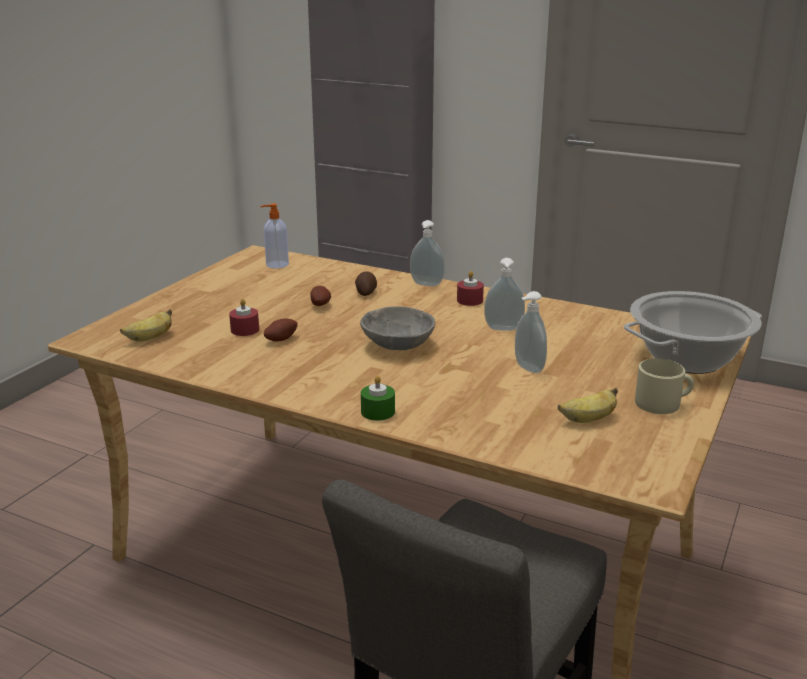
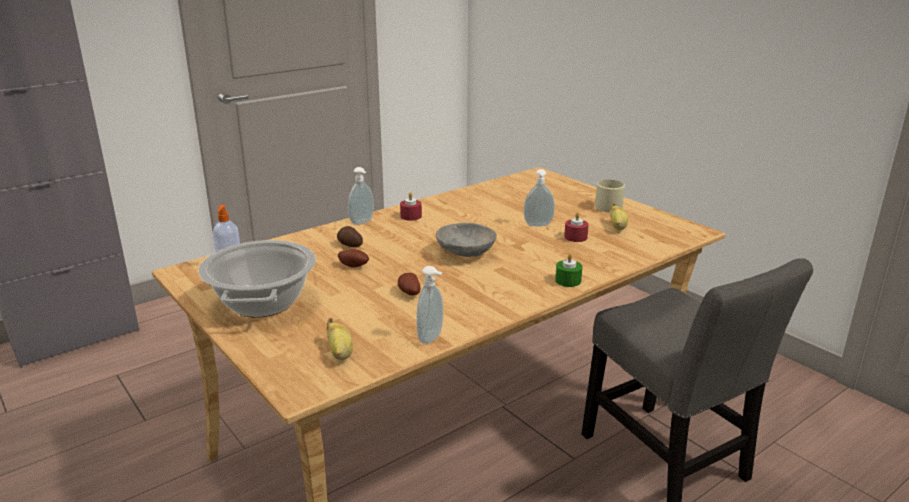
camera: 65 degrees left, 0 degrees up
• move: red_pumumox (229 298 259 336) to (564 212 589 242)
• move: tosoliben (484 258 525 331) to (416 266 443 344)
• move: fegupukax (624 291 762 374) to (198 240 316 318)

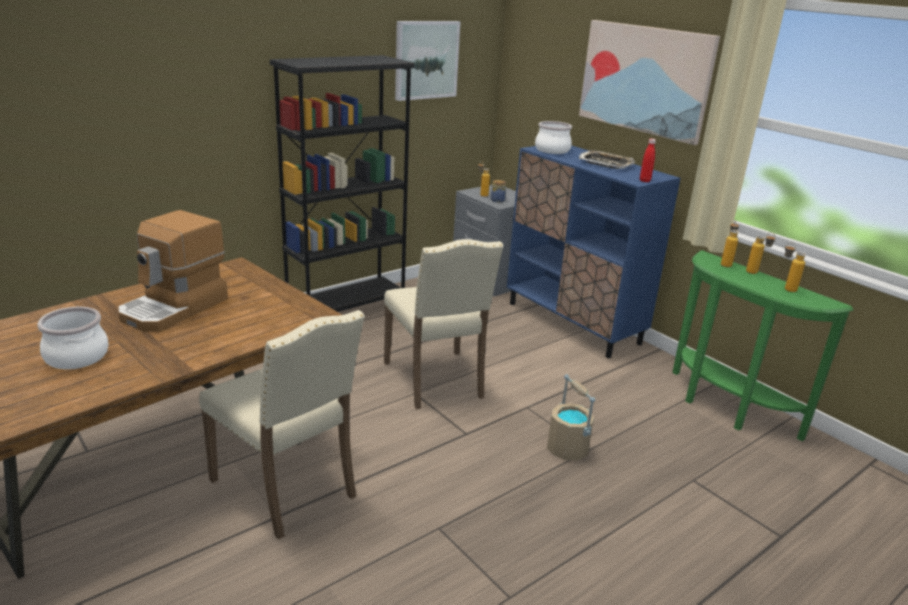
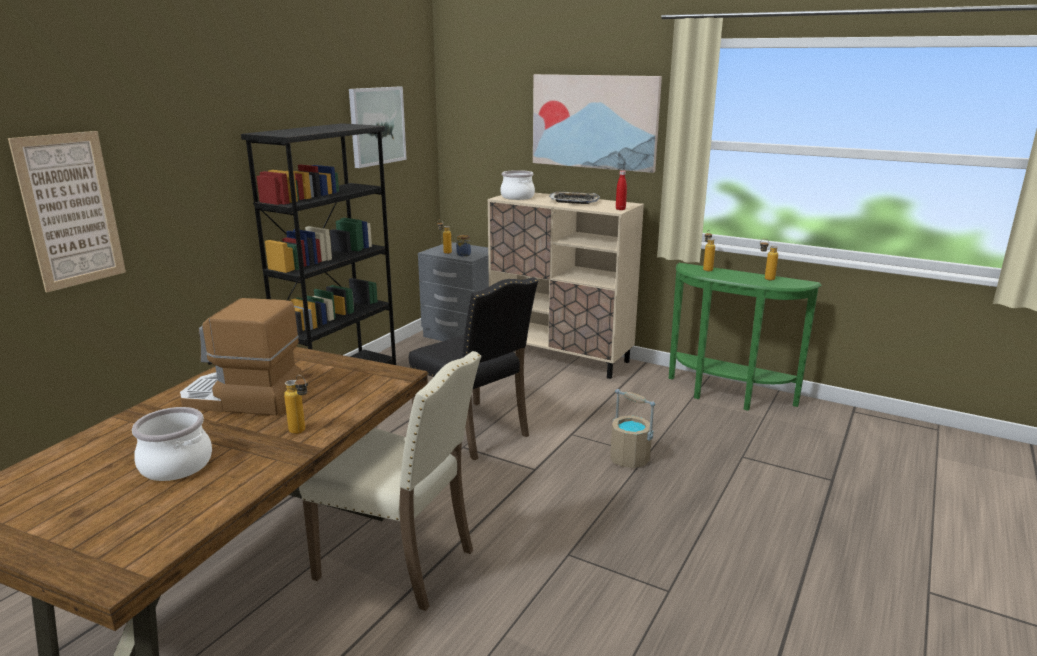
camera: 20 degrees left, 5 degrees down
• rotate: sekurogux (118 210 228 332) = (179 298 303 415) 90 degrees clockwise
• recolor: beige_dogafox (384 239 503 409) to black_dogafox (409 277 538 460)
• recolor: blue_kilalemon (507 145 681 358) to beige_kilalemon (488 193 644 379)
• move: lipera (746 233 776 274) to (284 375 308 434)
• insert: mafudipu (8 131 126 292)

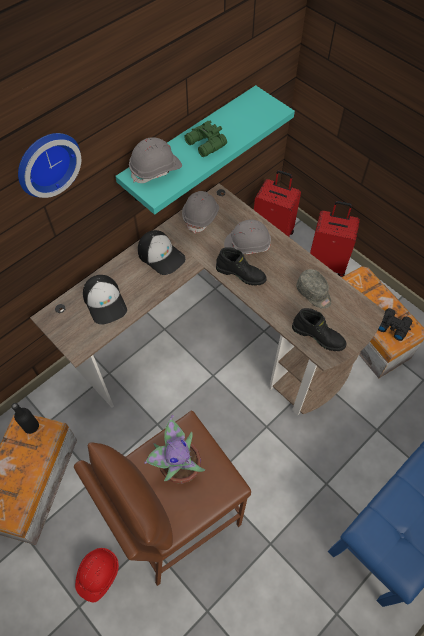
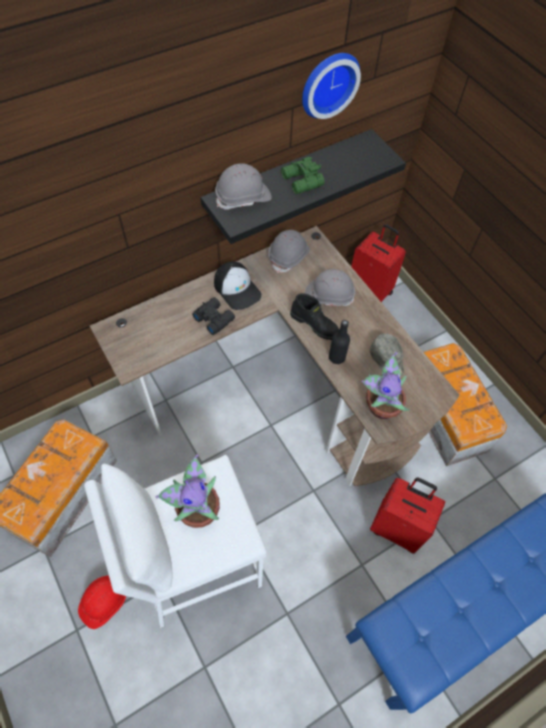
camera: 10 degrees right, 0 degrees up
• move: black_lipera (11 403 39 434) to (329 320 350 364)
• move: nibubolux (18 133 81 198) to (302 53 361 119)
• recolor: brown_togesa (74 410 251 586) to white_togesa (84 455 266 628)
• delete: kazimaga (83 275 127 325)
• recolor: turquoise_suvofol (115 85 295 215) to black_suvofol (200 129 406 244)
• replace: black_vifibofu (292 308 347 351) to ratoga (361 352 409 419)
• move: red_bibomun (310 201 360 277) to (370 478 445 554)
• move: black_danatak (378 308 412 341) to (192 297 235 335)

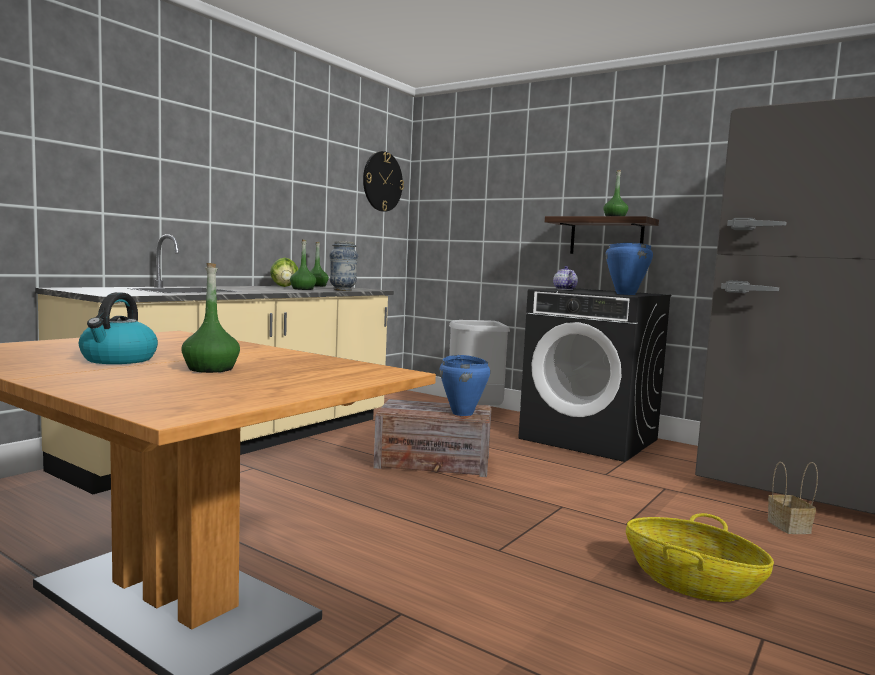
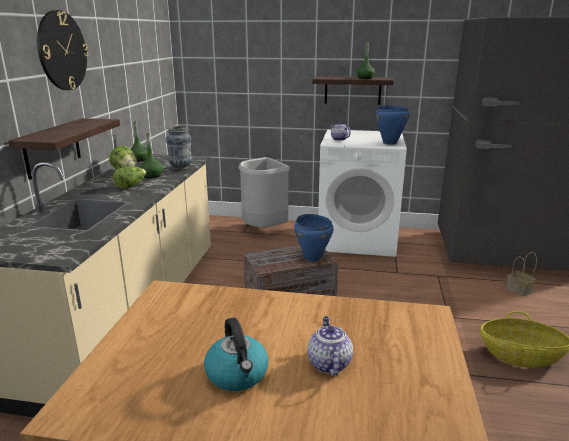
camera: 25 degrees left, 15 degrees up
• replace: green_lipera (181 263 240 373) to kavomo (307 316 353 377)
• move: nibubolux (363 151 404 212) to (37 10 89 90)
• recolor: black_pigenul (518 288 671 462) to white_pigenul (318 129 407 257)
• insert: suvofol (8 118 120 180)
• insert: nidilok (113 167 146 189)

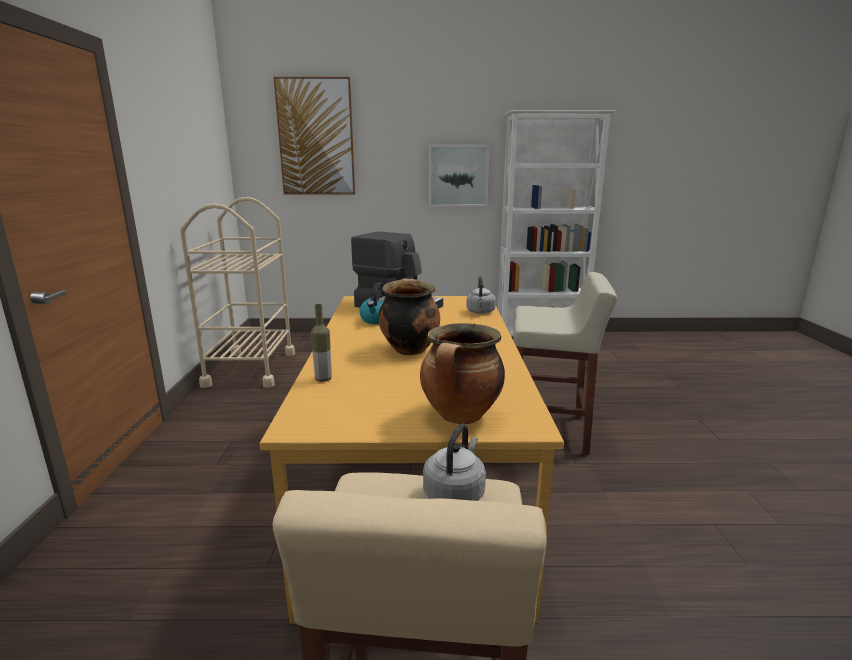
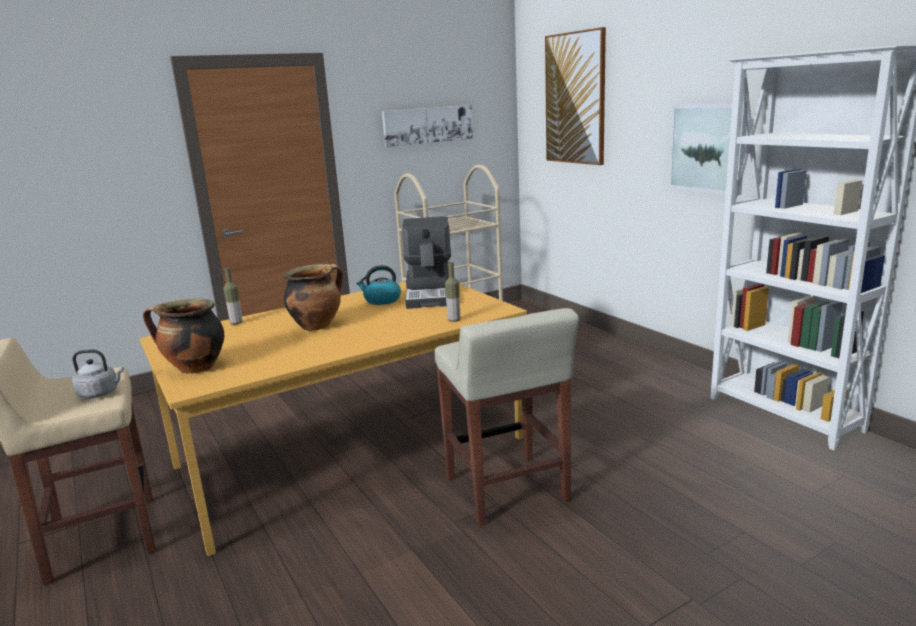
camera: 60 degrees right, 0 degrees up
• replace: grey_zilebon (466 276 496 314) to lipera (445 262 460 322)
• insert: mafudipu (382 105 473 147)

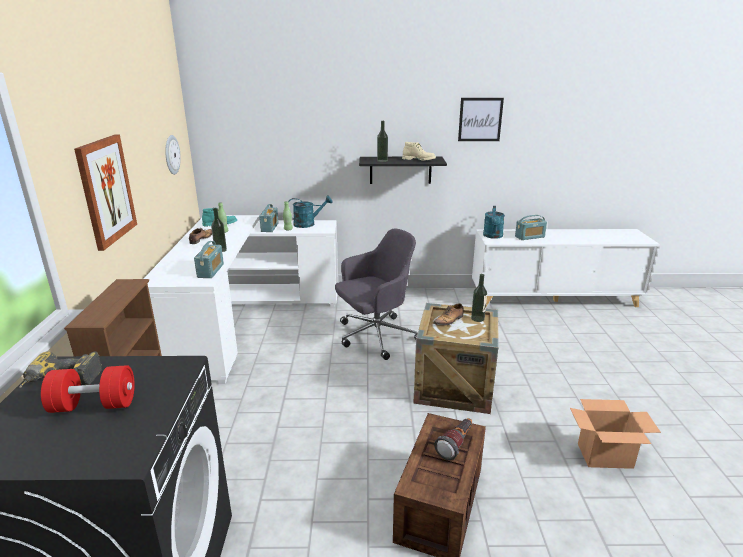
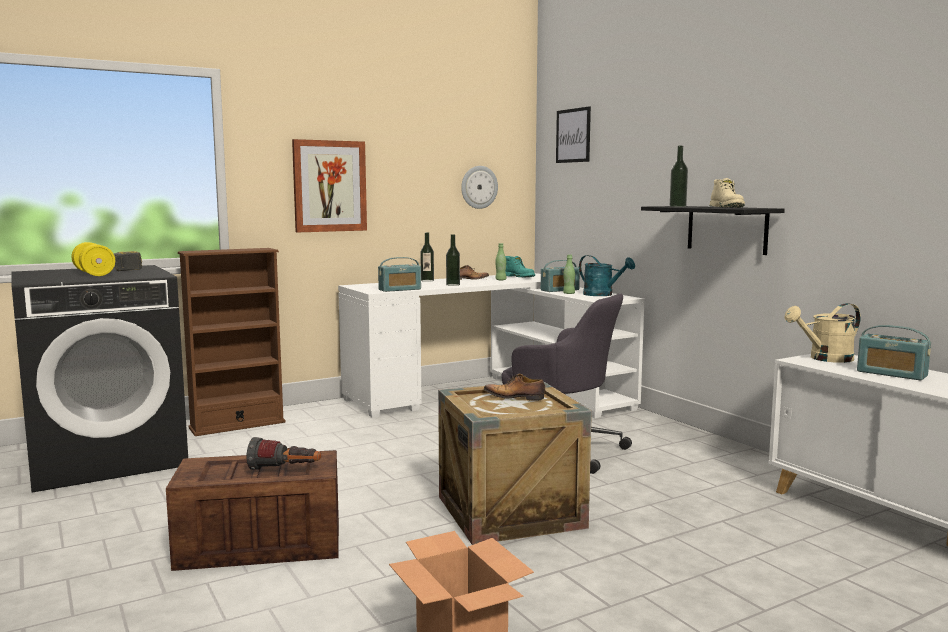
camera: 60 degrees right, 15 degrees down
• recolor: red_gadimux (41 365 135 413) to yellow_gadimux (71 242 115 276)
• move: mafudipu (458 98 504 141) to (556 106 591 163)
• move: lipera (471 274 487 322) to (420 232 434 282)
• recolor: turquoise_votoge (483 206 505 239) to beige_votoge (785 303 861 363)

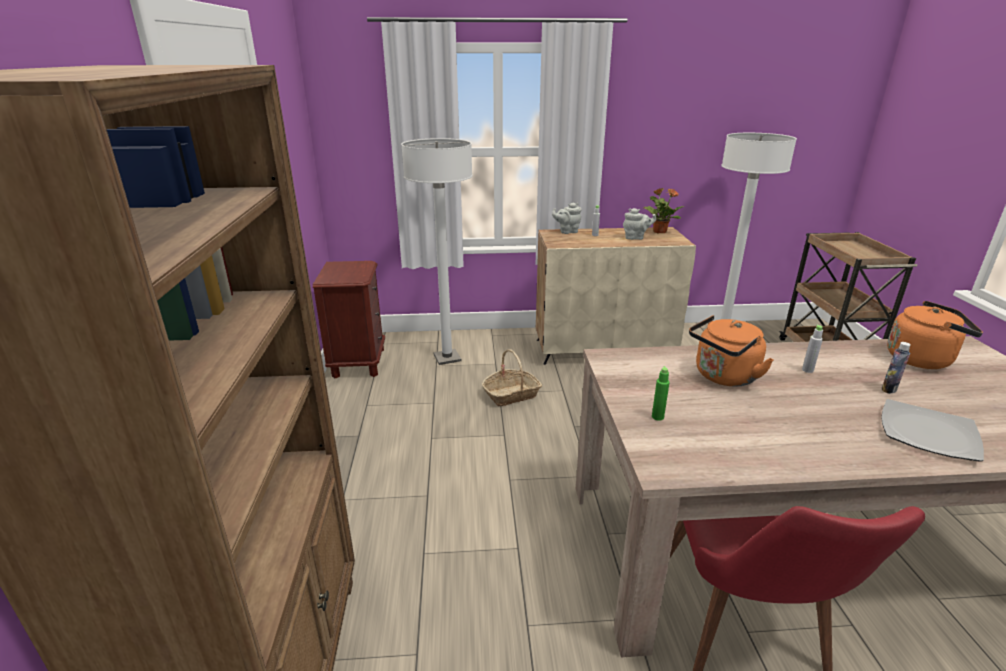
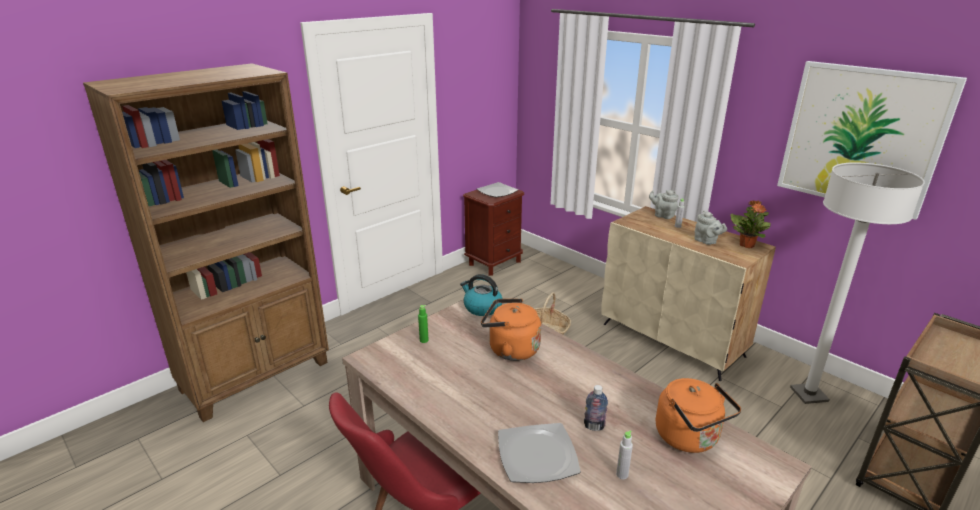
camera: 50 degrees right, 0 degrees up
• delete: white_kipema (401 138 473 365)
• move: grey_lipera (802 324 823 373) to (616 431 633 479)
• insert: zilebon (460 274 503 316)
• insert: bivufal (477 182 518 198)
• insert: mafudipu (777 61 967 220)

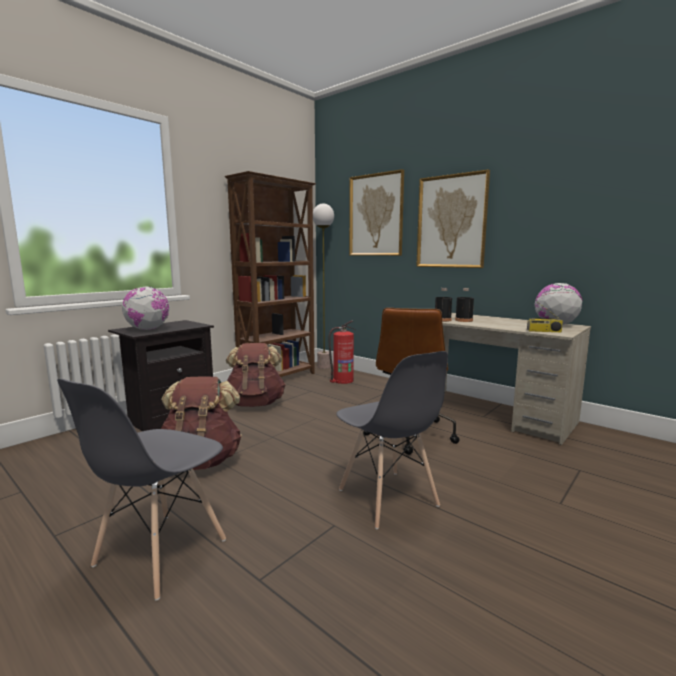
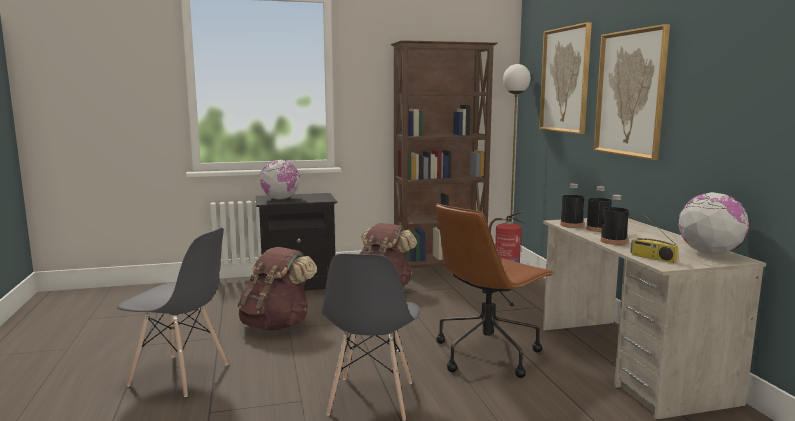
camera: 35 degrees right, 0 degrees up
• rotate: grey_dogafox (57 379 226 601) = (117 228 228 397) 135 degrees counterclockwise
• insert: black_lipera (601 195 629 245)

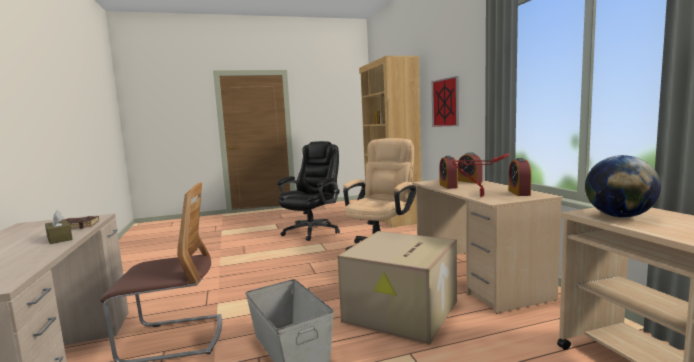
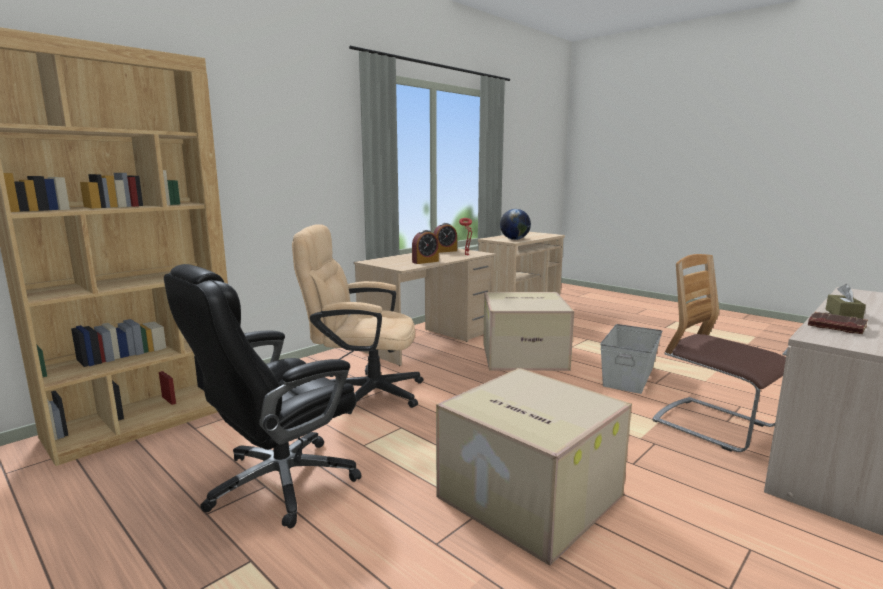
camera: 120 degrees left, 5 degrees up
• rotate: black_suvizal (277 141 340 241) = (164 264 362 529) 45 degrees counterclockwise
• delete: mafudipu (432 76 459 126)
• delete: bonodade (458 152 483 183)
• insert: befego (436 368 632 566)

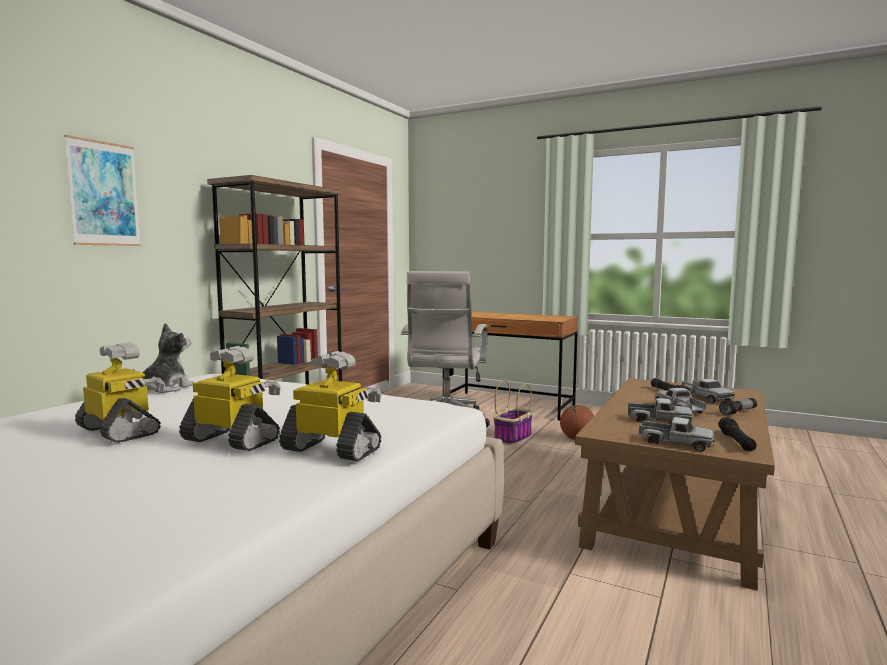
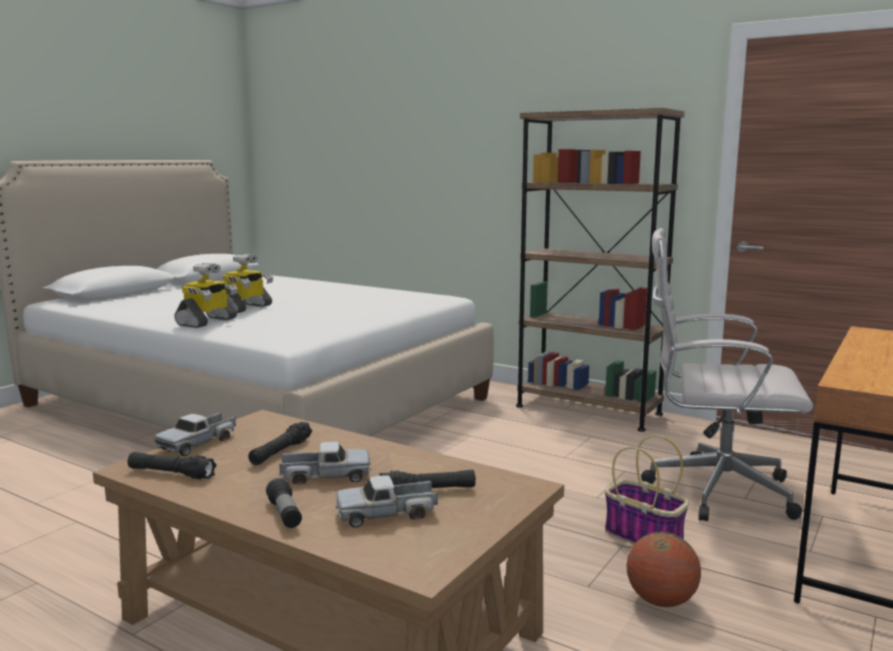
camera: 95 degrees right, 5 degrees up
• delete: mafudipu (64 135 141 246)
• delete: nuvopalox (75 342 165 443)
• delete: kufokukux (133 323 194 393)
• replace: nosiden (627 398 693 423) to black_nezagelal (248 422 312 465)

